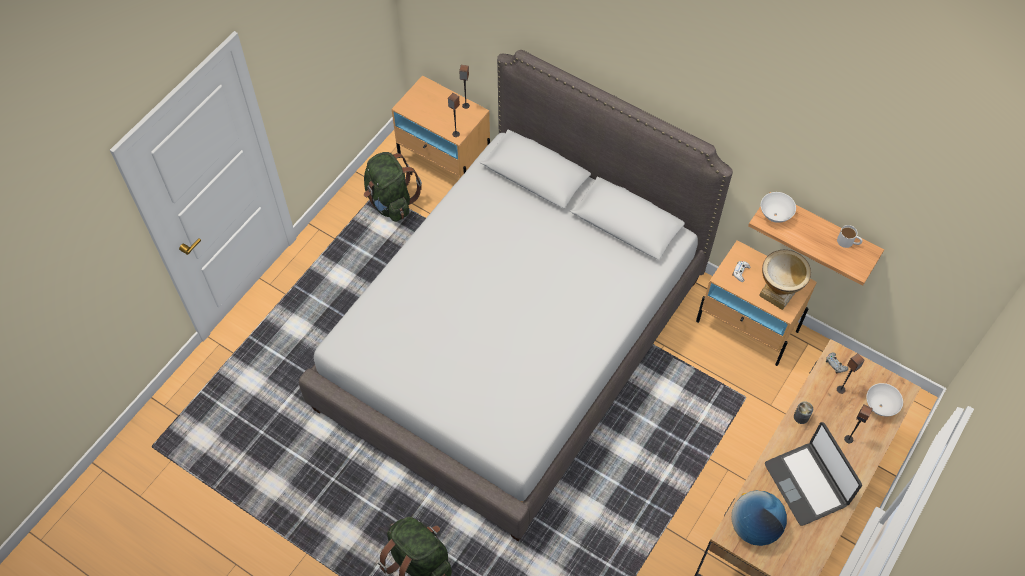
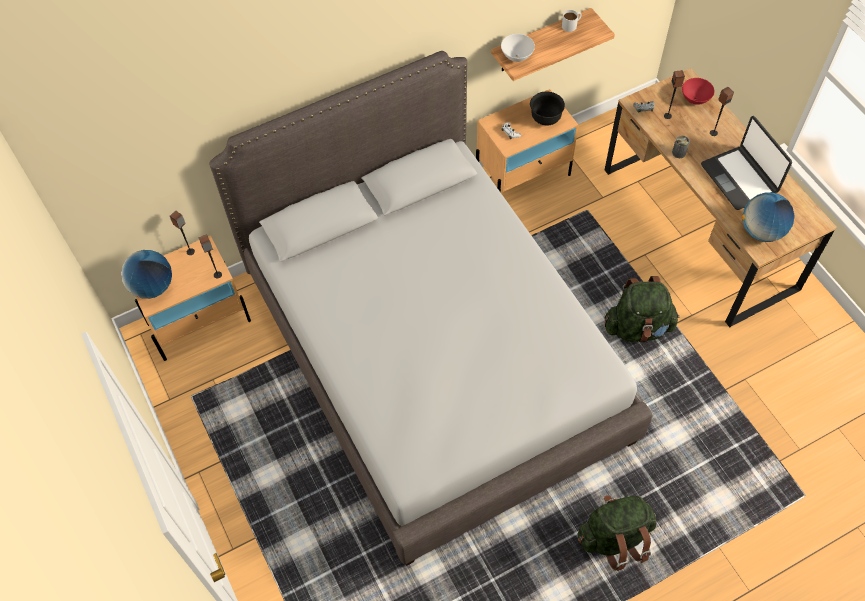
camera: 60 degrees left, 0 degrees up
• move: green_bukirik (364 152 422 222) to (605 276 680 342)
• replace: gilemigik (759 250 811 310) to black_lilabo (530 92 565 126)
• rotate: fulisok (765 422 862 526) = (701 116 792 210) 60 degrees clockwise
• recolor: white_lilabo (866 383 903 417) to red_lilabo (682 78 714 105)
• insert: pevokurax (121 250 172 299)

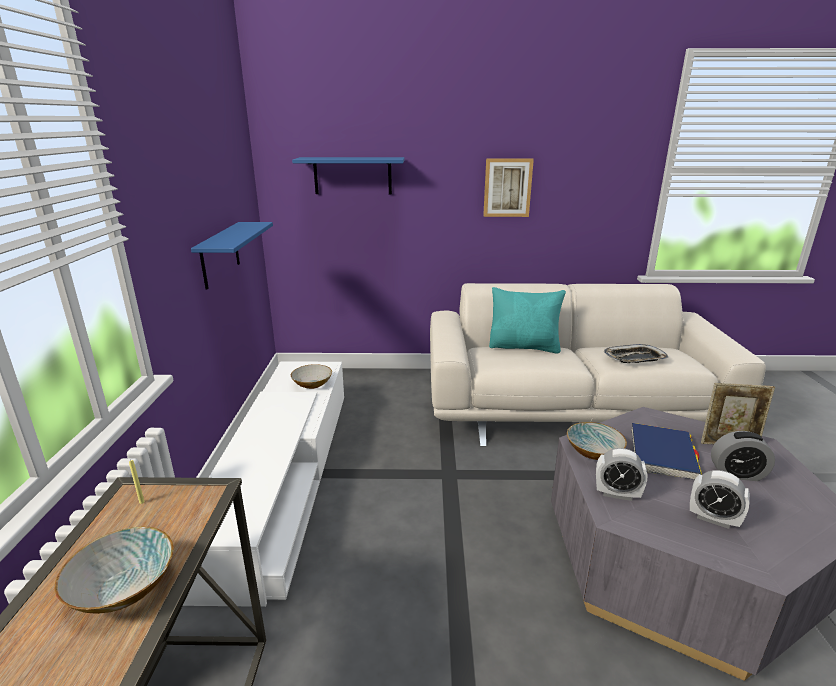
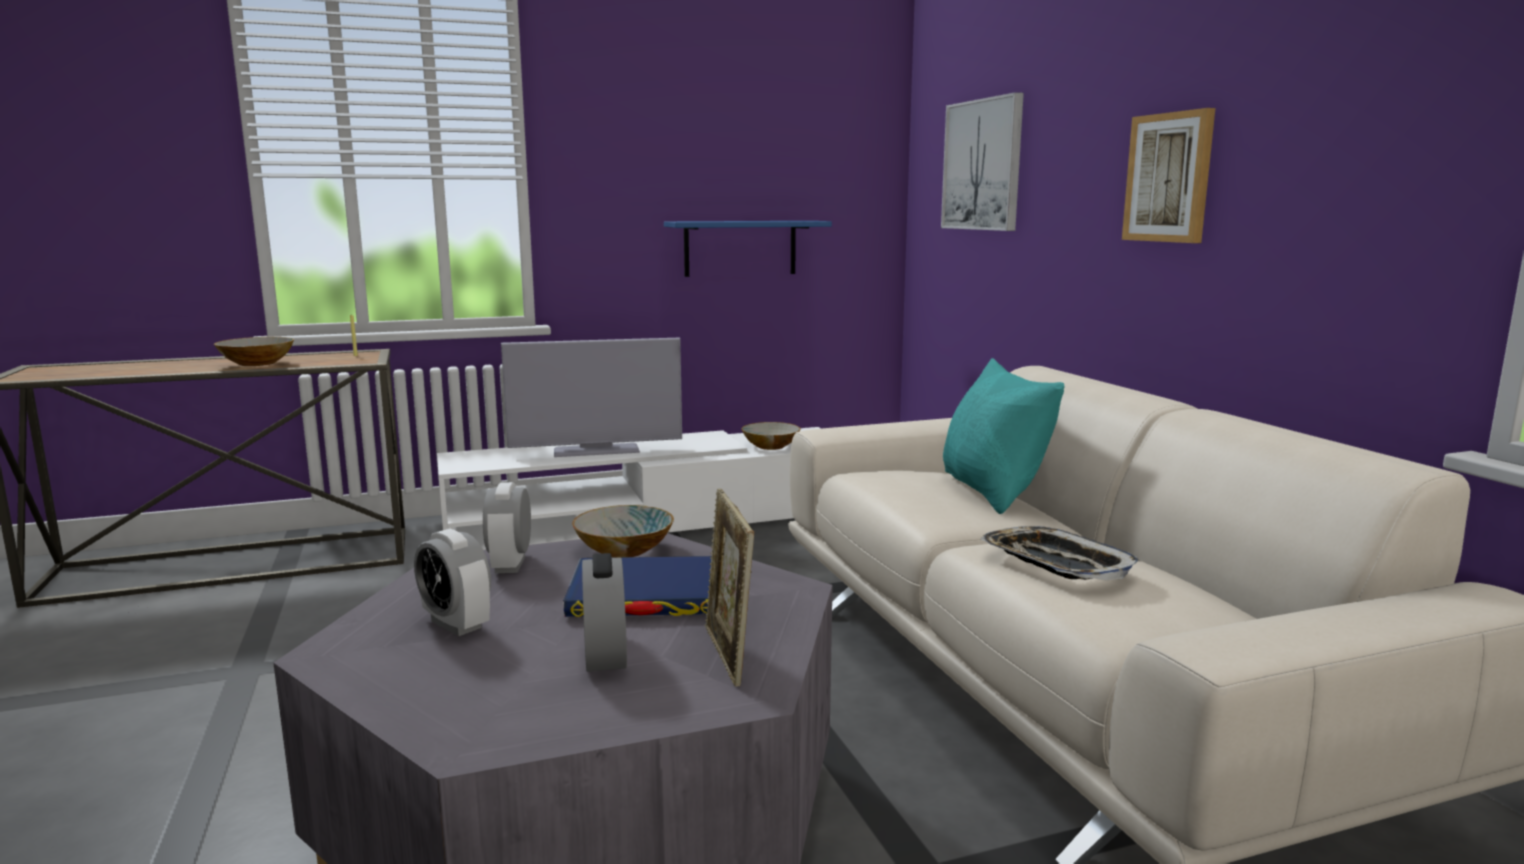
camera: 70 degrees right, 10 degrees down
• replace: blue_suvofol (292 157 404 194) to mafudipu (941 92 1024 231)
• rotate: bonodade (690 470 750 529) = (414 529 491 636) 60 degrees counterclockwise
• insert: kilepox (501 338 682 457)

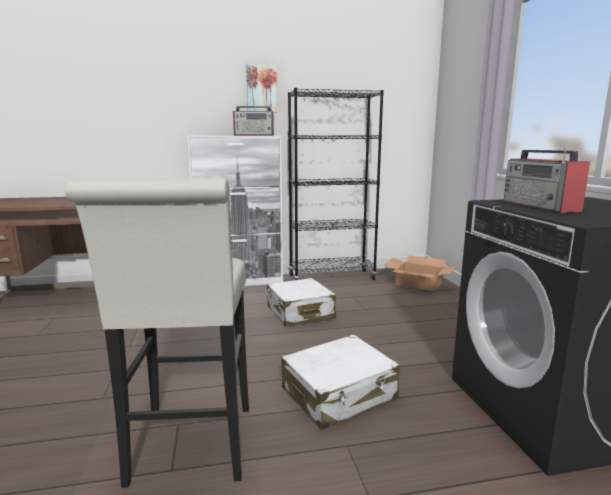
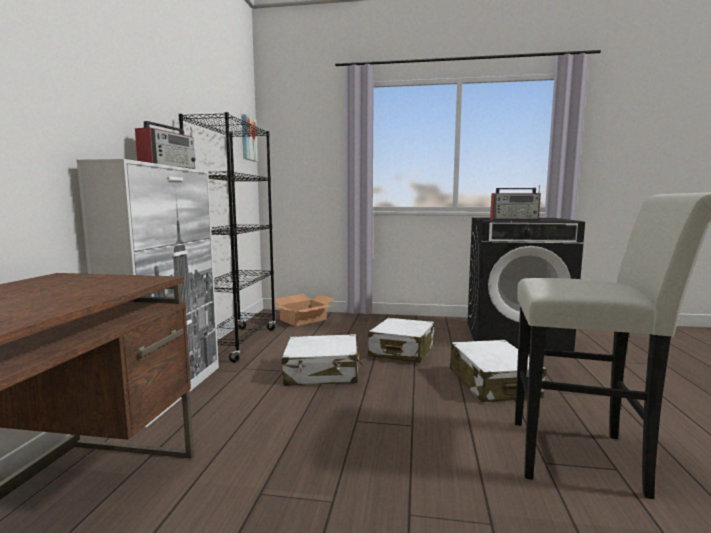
camera: 70 degrees left, 5 degrees down
• move: mafudipu (246 64 277 112) to (241 114 258 161)
• insert: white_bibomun (368 318 434 363)

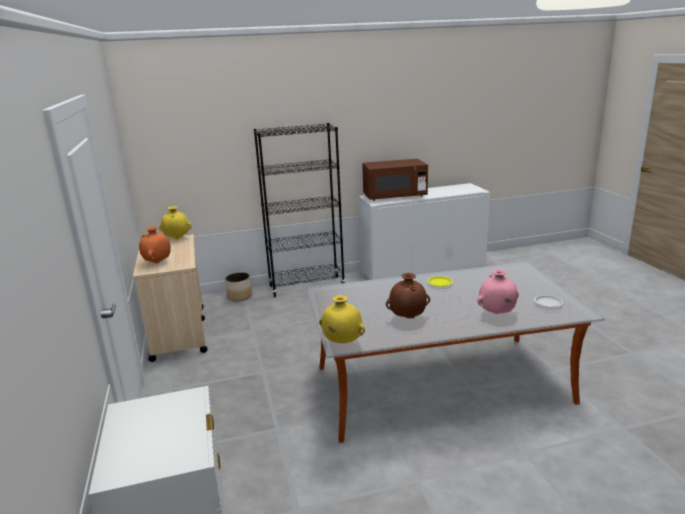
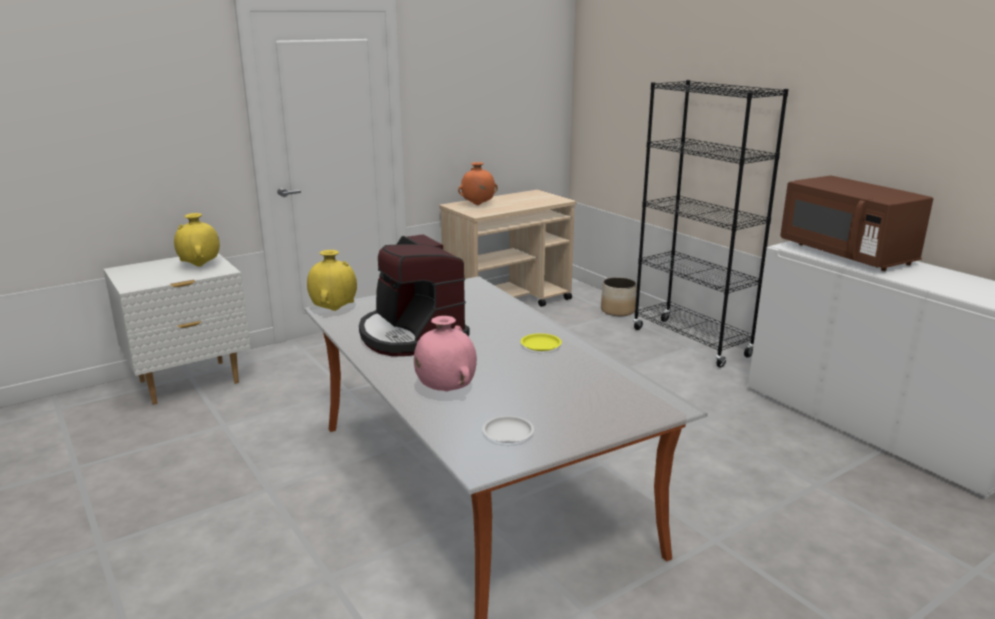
camera: 70 degrees right, 0 degrees up
• move: yellow_gilemigik (159 206 192 239) to (174 213 220 267)
• replace: brown_gilemigik (386 273 430 318) to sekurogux (359 234 470 357)

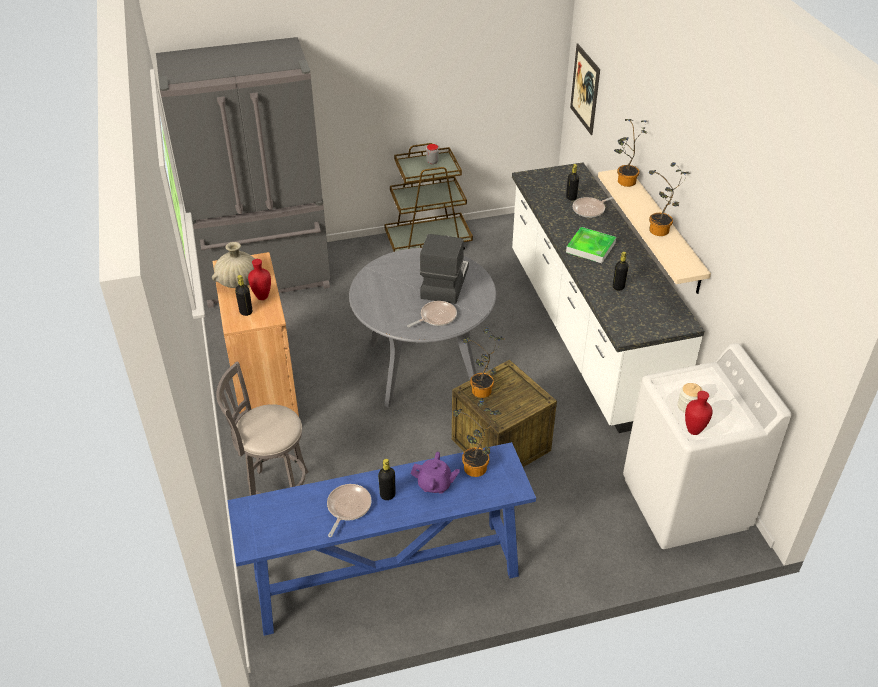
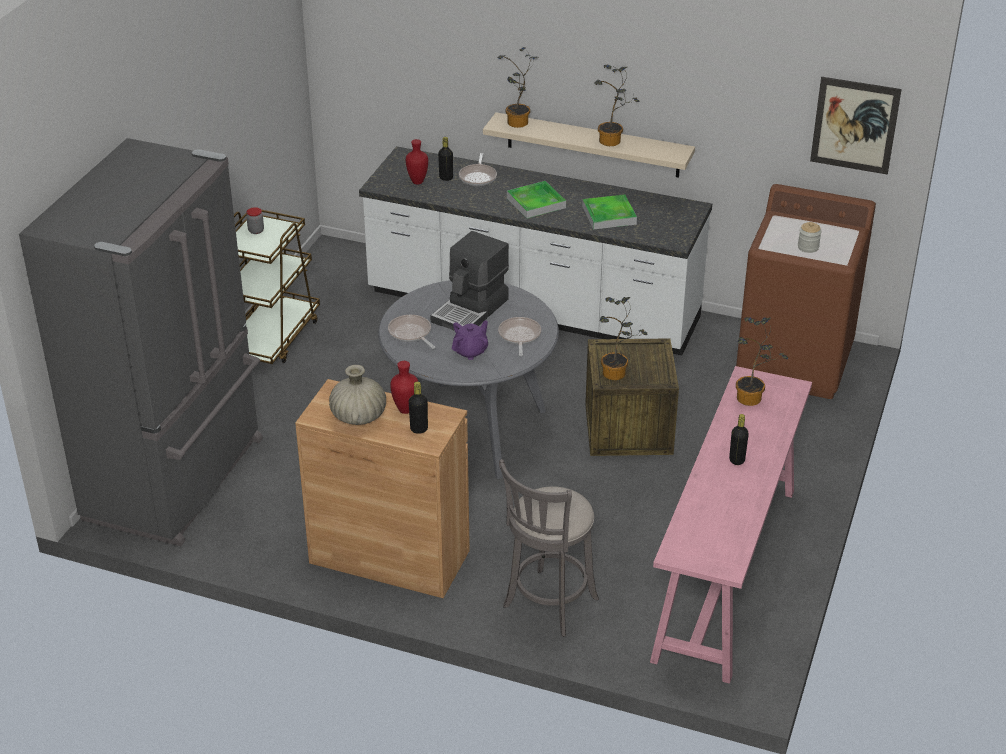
camera: 55 degrees left, 5 degrees down
• recolor: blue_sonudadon (228 442 536 636) to pink_sonudadon (650 366 812 684)
• move: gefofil (327 484 372 537) to (388 315 435 349)
• move: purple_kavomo (411 452 460 494) to (452 320 488 360)
• rotate: sekurogux (420 234 469 304) = (430 231 509 331) 105 degrees counterclockwise
• move: mafudipu (570 43 600 135) to (810 77 902 175)
• replace: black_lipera (613 252 629 291) to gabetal (582 194 637 229)
• recolor: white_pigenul (623 343 792 549) to brown_pigenul (736 184 876 399)
• move: red_gilemigik (685 391 713 435) to (406 139 428 184)

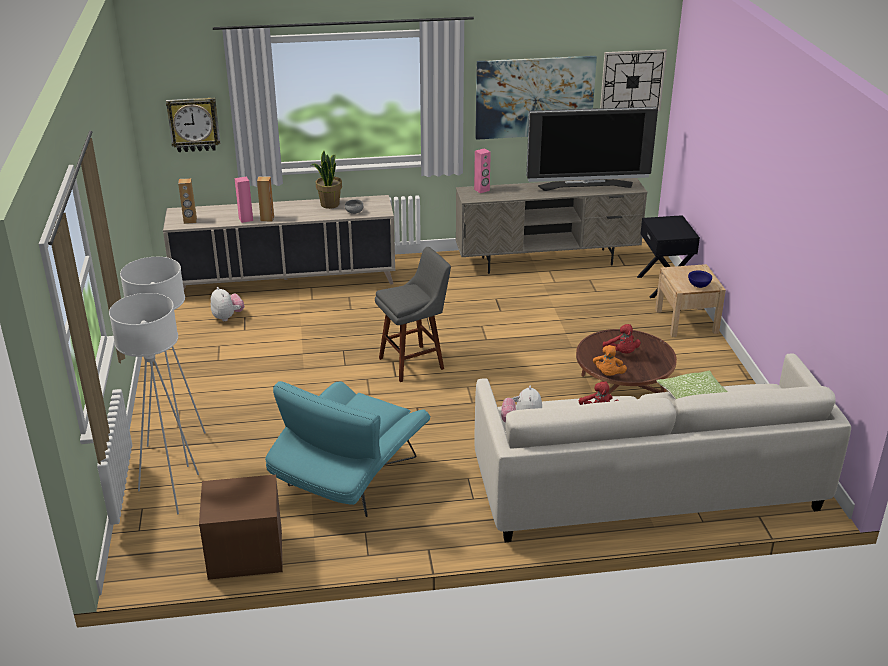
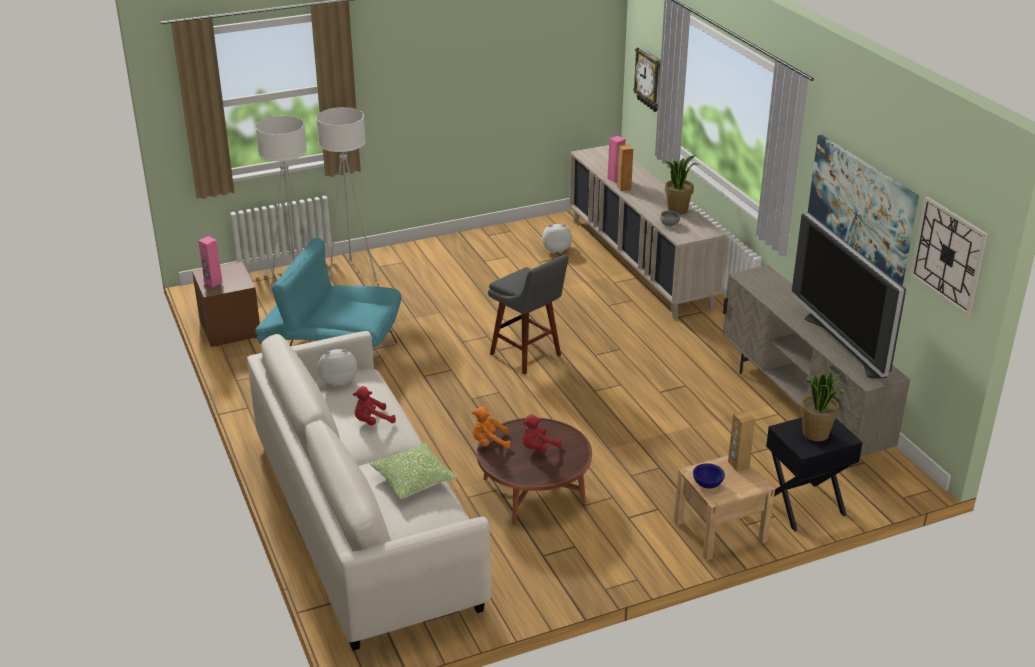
camera: 75 degrees right, 0 degrees up
• move: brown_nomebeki (178 178 197 224) to (728 410 755 471)
• rotate: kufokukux (211 287 245 321) = (542 224 572 253) 135 degrees counterclockwise
• move: pink_nomebeki (474 149 491 193) to (198 236 223 287)
• insert: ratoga (800 371 844 442)

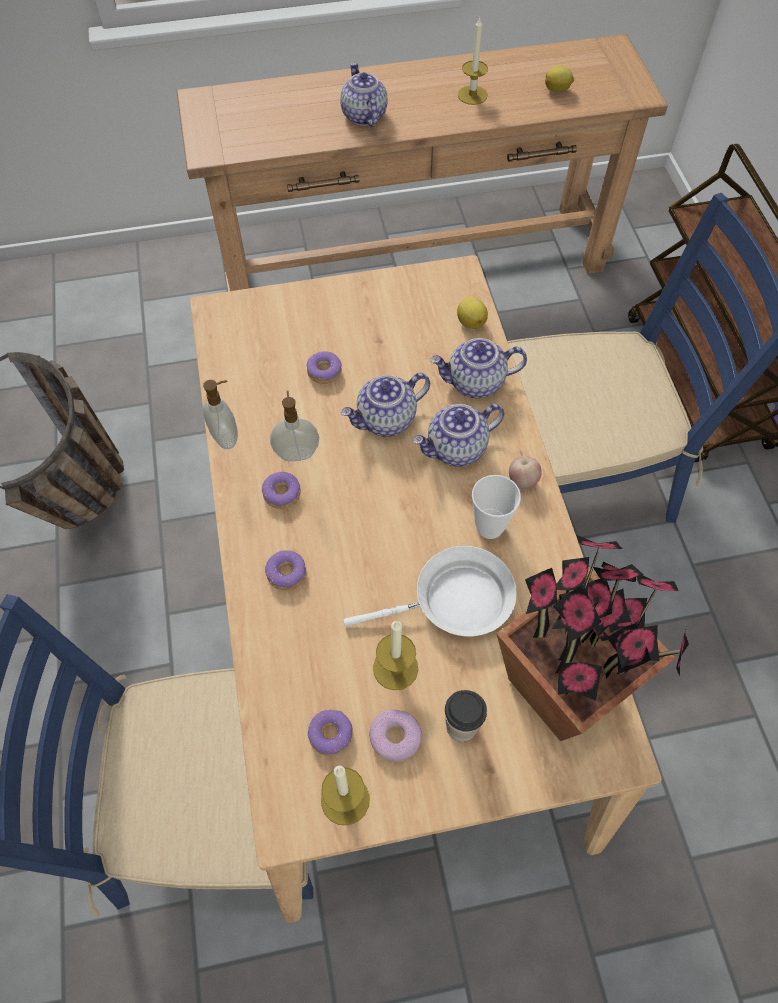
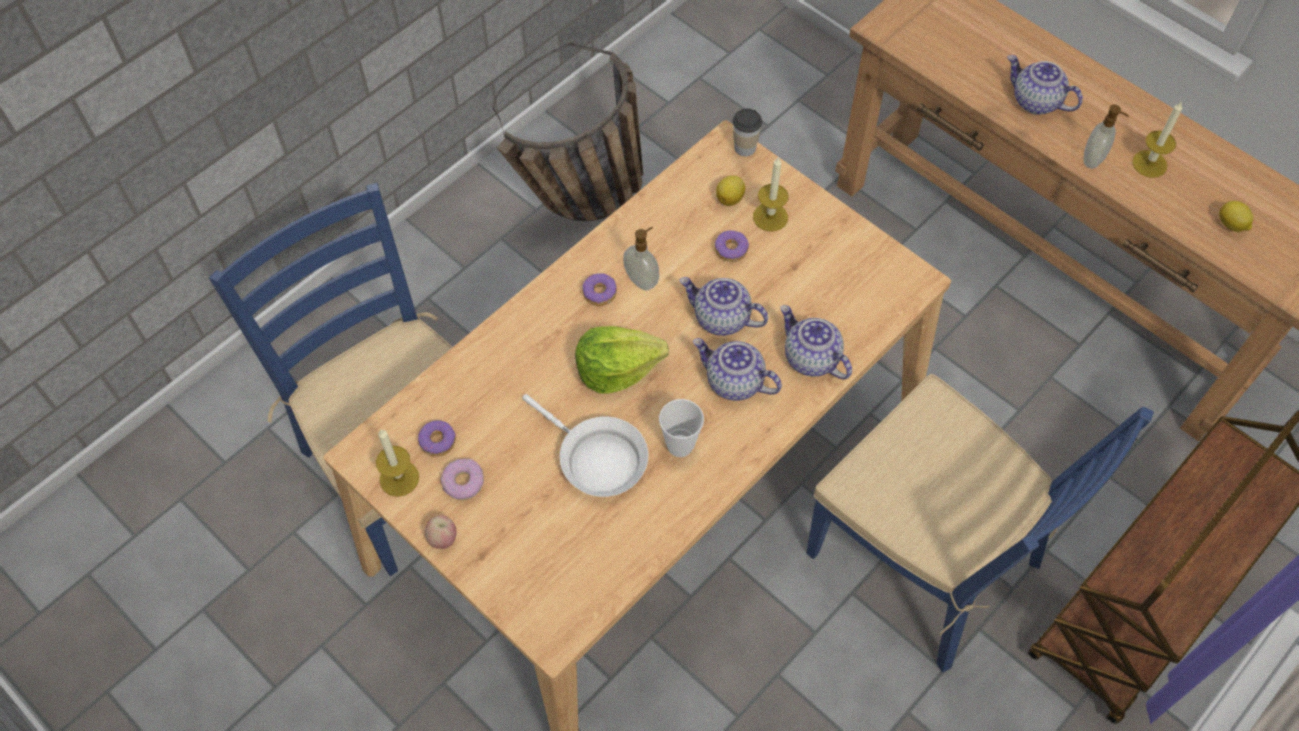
camera: 55 degrees right, 0 degrees up
• move: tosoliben (203 380 238 449) to (1084 104 1129 169)
• delete: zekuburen (265 550 306 590)
• rotate: kavomo (340 62 388 127) = (1007 55 1083 115) 90 degrees counterclockwise
• move: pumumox (373 621 418 690) to (753 156 788 232)
• move: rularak (445 690 487 742) to (733 108 762 156)
• move: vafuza (457 297 488 329) to (716 175 745 206)
• delete: ratoga (496 535 689 741)
• move: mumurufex (509 456 542 489) to (425 515 457 549)
• insert: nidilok (575 326 669 394)

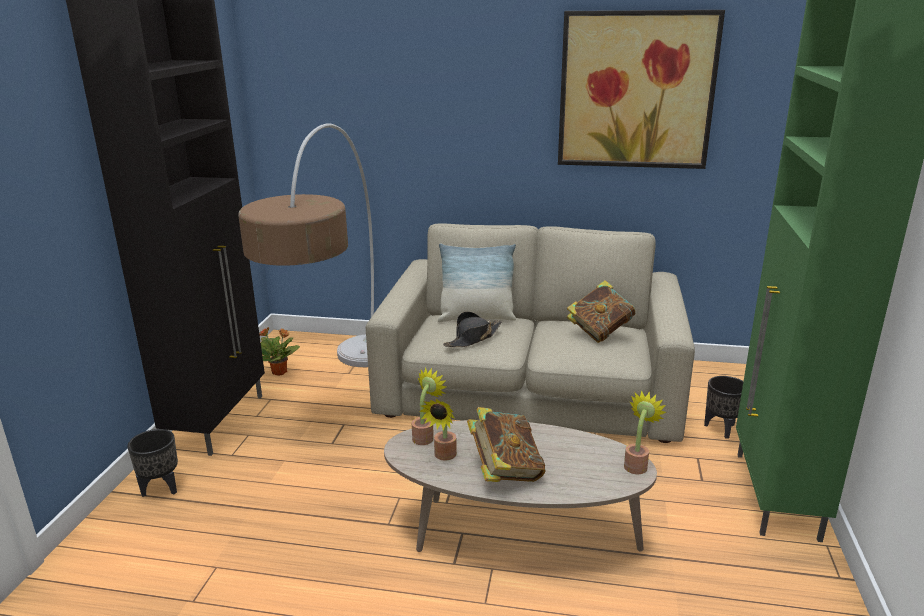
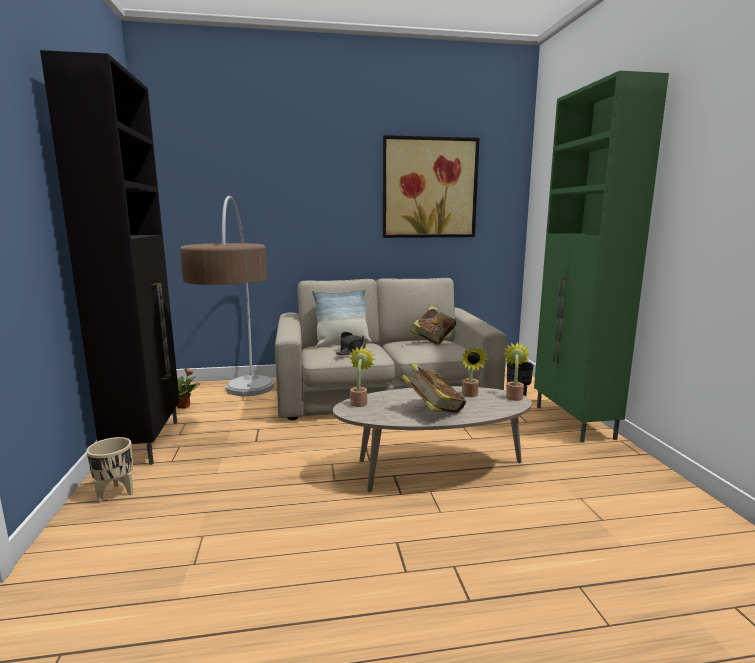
camera: 20 degrees left, 10 degrees down
• recolor: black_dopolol (127 429 178 497) to beige_dopolol (86 437 133 502)
• move: ratoga (419 399 457 461) to (462 347 488 397)

